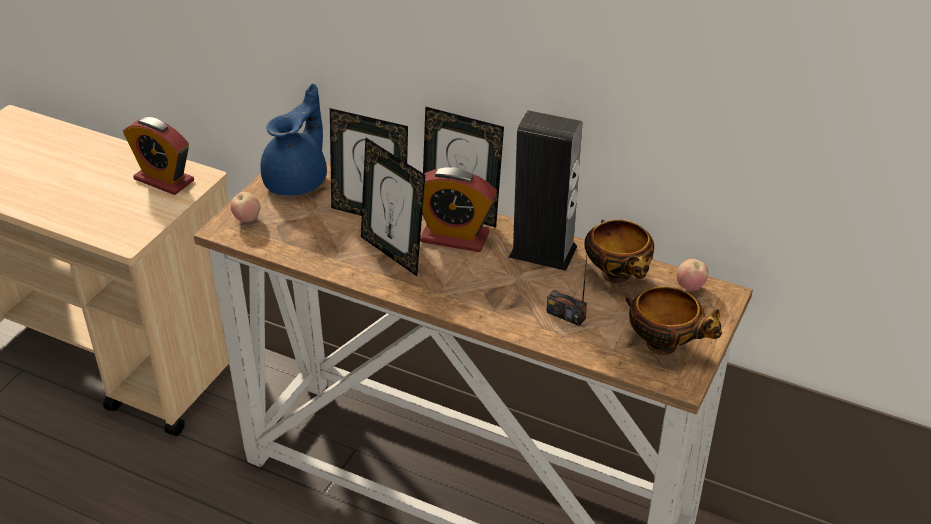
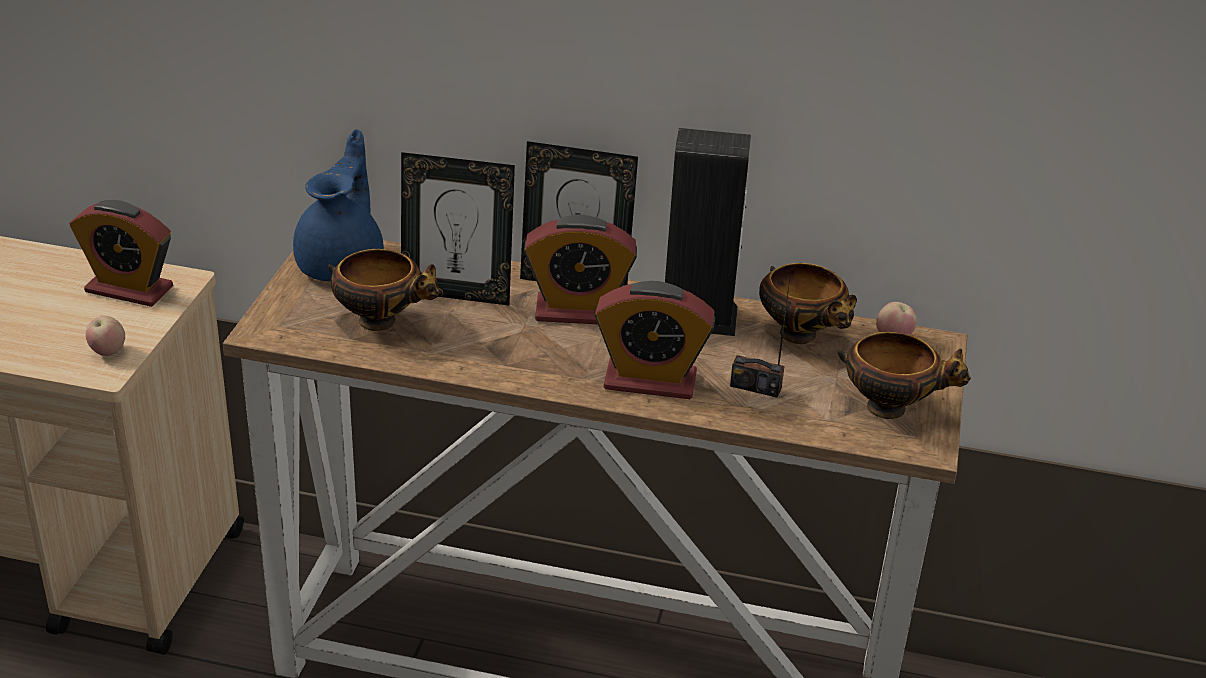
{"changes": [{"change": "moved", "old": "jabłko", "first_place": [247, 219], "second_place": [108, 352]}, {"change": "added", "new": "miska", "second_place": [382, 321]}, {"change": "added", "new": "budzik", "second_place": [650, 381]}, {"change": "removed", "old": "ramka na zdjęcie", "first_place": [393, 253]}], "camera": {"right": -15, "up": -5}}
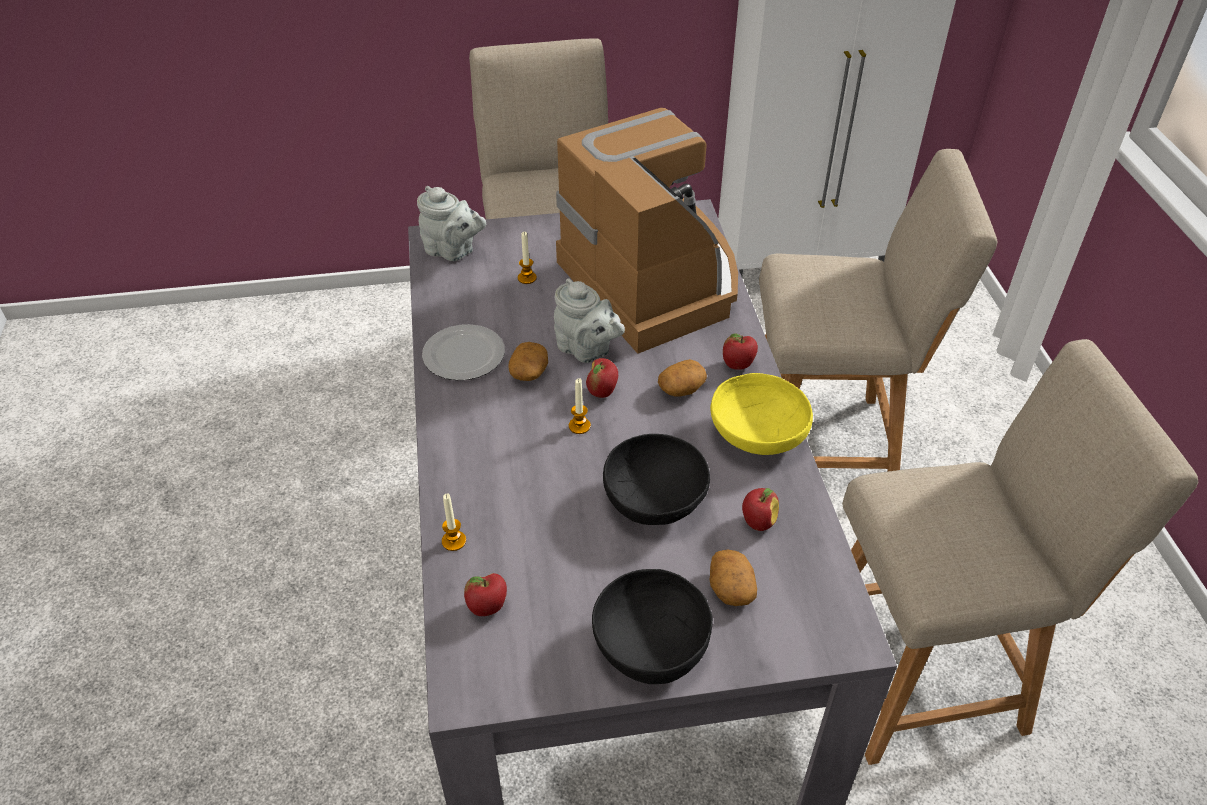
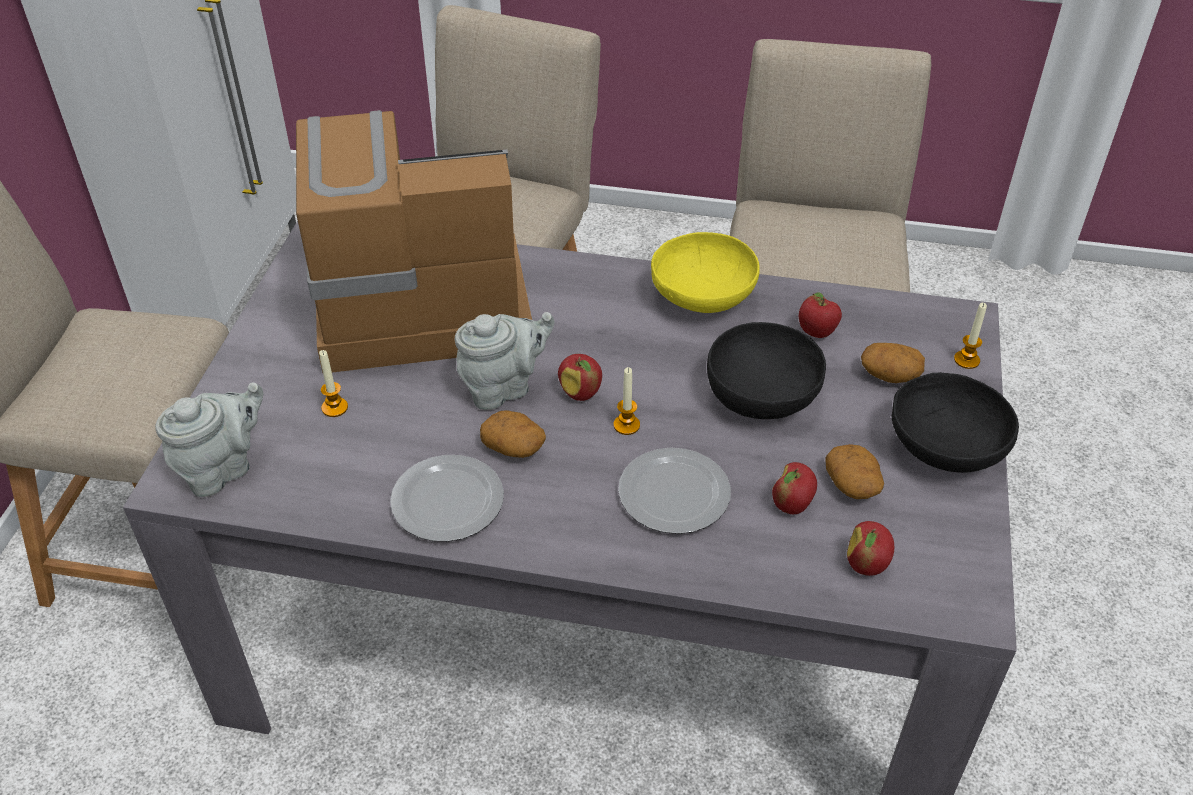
{"changes": [{"change": "added", "new": "talerz", "second_place": [673, 492]}, {"change": "moved", "old": "jabłko", "first_place": [738, 366], "second_place": [791, 505]}, {"change": "moved", "old": "ziemniak", "first_place": [681, 389], "second_place": [853, 484]}, {"change": "moved", "old": "świeca", "first_place": [454, 541], "second_place": [966, 360]}], "camera": {"right": -70, "up": 0}}
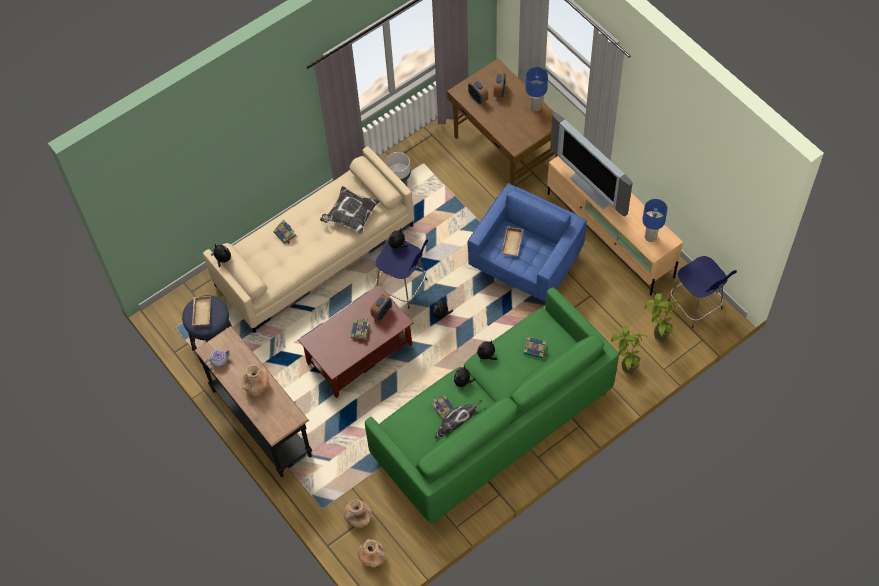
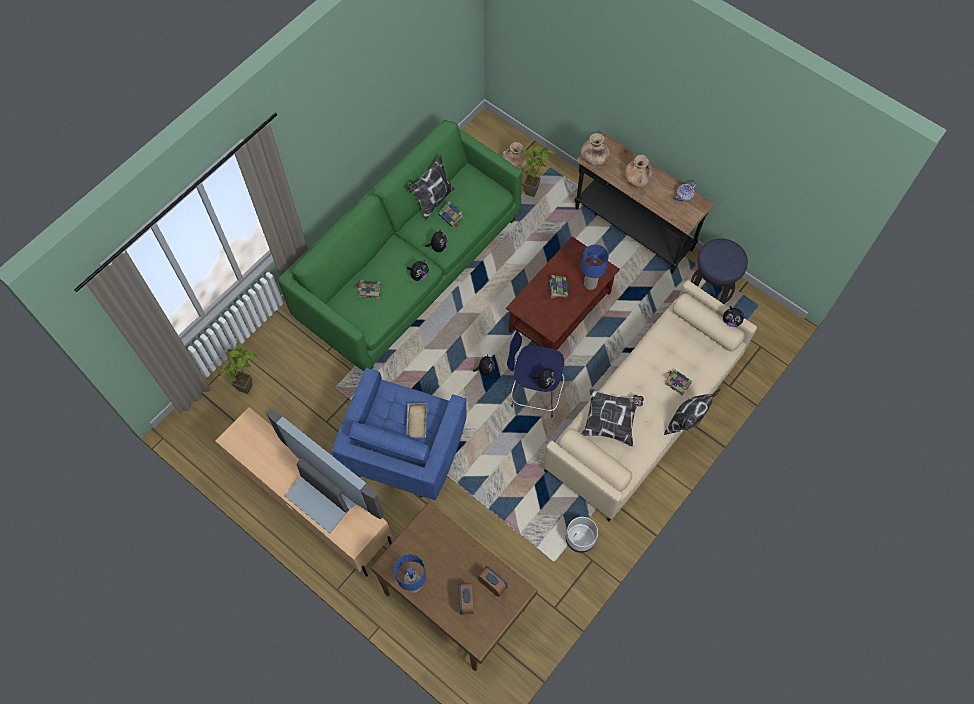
{"changes": [{"change": "moved", "old": "roślina doniczkowa", "first_place": [625, 372], "second_place": [534, 188]}, {"change": "moved", "old": "wazon [brązowy]", "first_place": [373, 557], "second_place": [594, 159]}, {"change": "moved", "old": "lampa stołowa [niebieski]", "first_place": [651, 237], "second_place": [590, 284]}, {"change": "added", "new": "poduszka", "second_place": [687, 421]}, {"change": "removed", "old": "taca [beżowy]", "first_place": [201, 312]}, {"change": "removed", "old": "budzik", "first_place": [382, 313]}, {"change": "removed", "old": "stołek [niebieski]", "first_place": [696, 306]}], "camera": {"right": 165, "up": 5}}
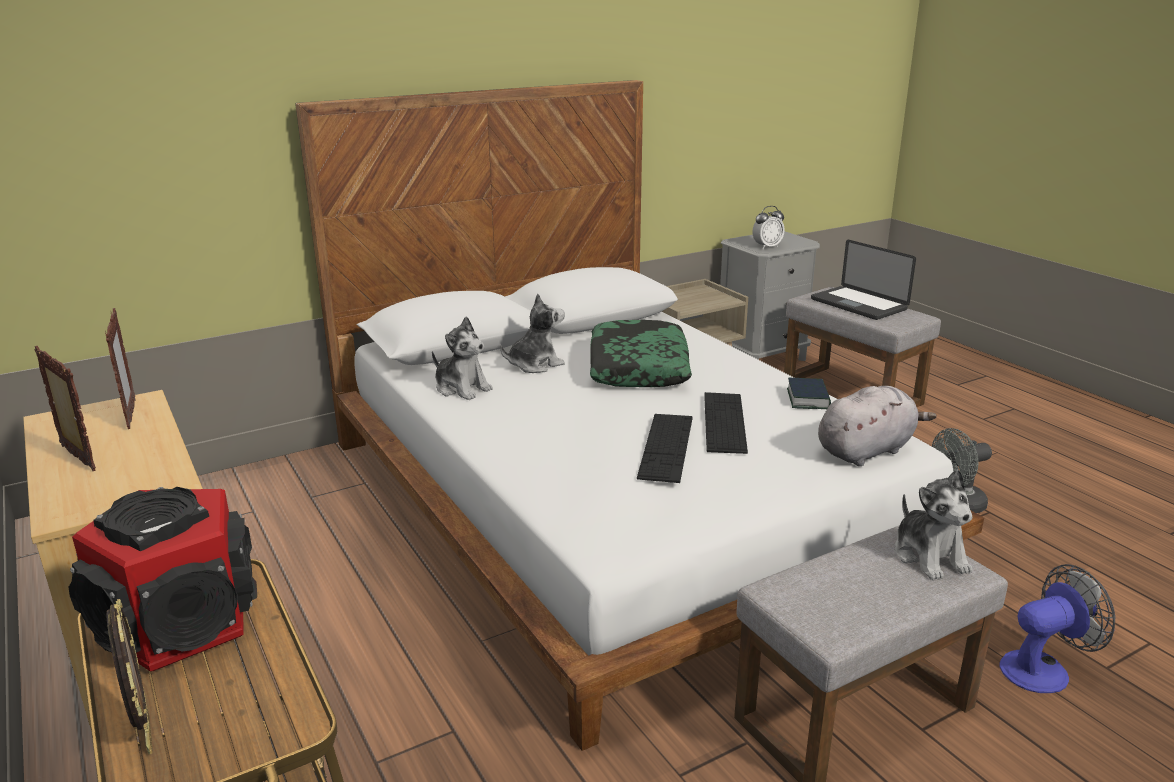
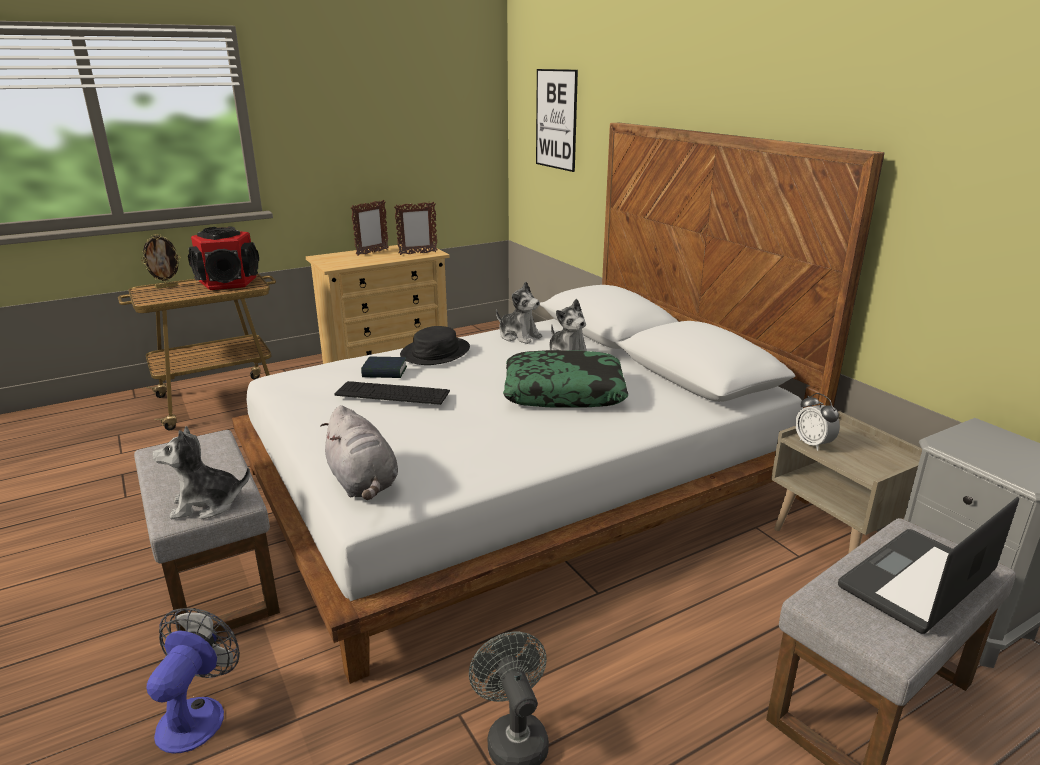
{"changes": [{"change": "turned", "old": "wentylator", "first_place": [1043, 668], "second_place": [197, 714], "degrees": -150}, {"change": "moved", "old": "książka", "first_place": [808, 399], "second_place": [384, 372]}, {"change": "added", "new": "kapelusz [czarny]", "second_place": [435, 352]}, {"change": "turned", "old": "pluszak", "first_place": [462, 388], "second_place": [519, 336], "degrees": -90}, {"change": "added", "new": "obraz", "second_place": [556, 119]}, {"change": "moved", "old": "budzik", "first_place": [767, 247], "second_place": [813, 444]}, {"change": "removed", "old": "klawiatura", "first_place": [724, 422]}], "camera": {"right": 90, "up": 0}}
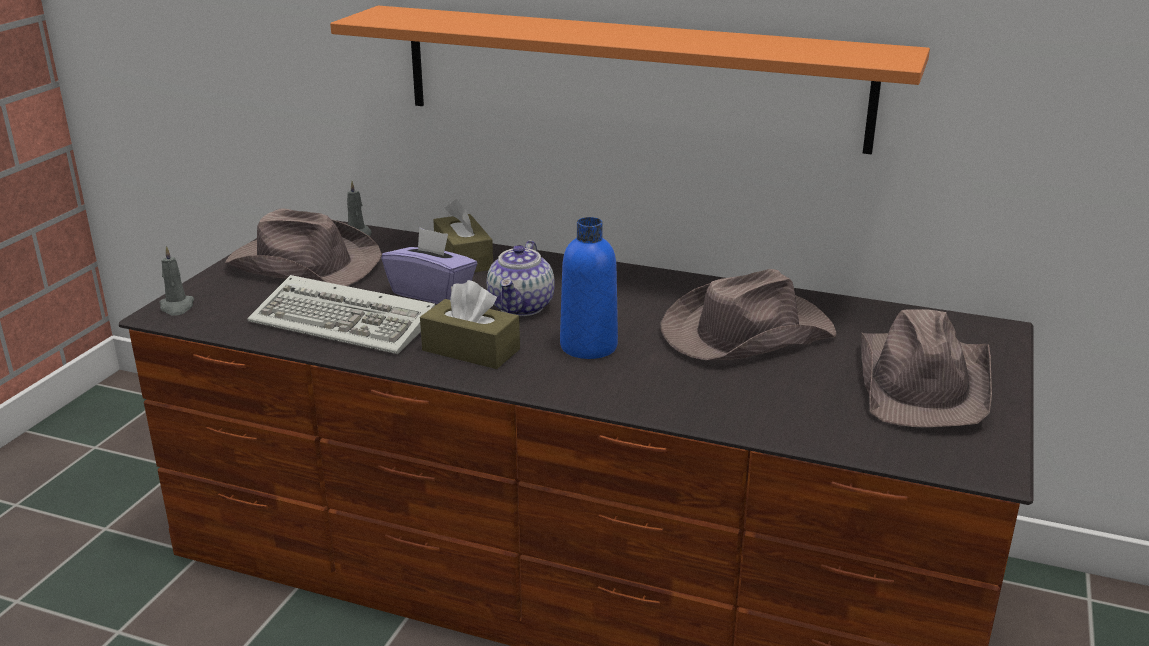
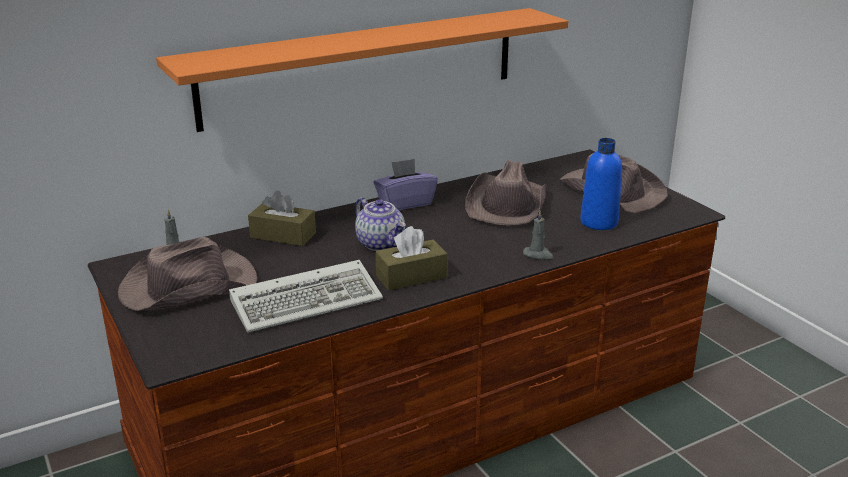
{"changes": [{"change": "moved", "old": "pudełko chusteczek [fioletowy]", "first_place": [432, 293], "second_place": [405, 203]}, {"change": "moved", "old": "świeca [szary]", "first_place": [177, 307], "second_place": [538, 254]}, {"change": "moved", "old": "butelka [niebieski]", "first_place": [588, 346], "second_place": [599, 222]}], "camera": {"right": -50, "up": 0}}
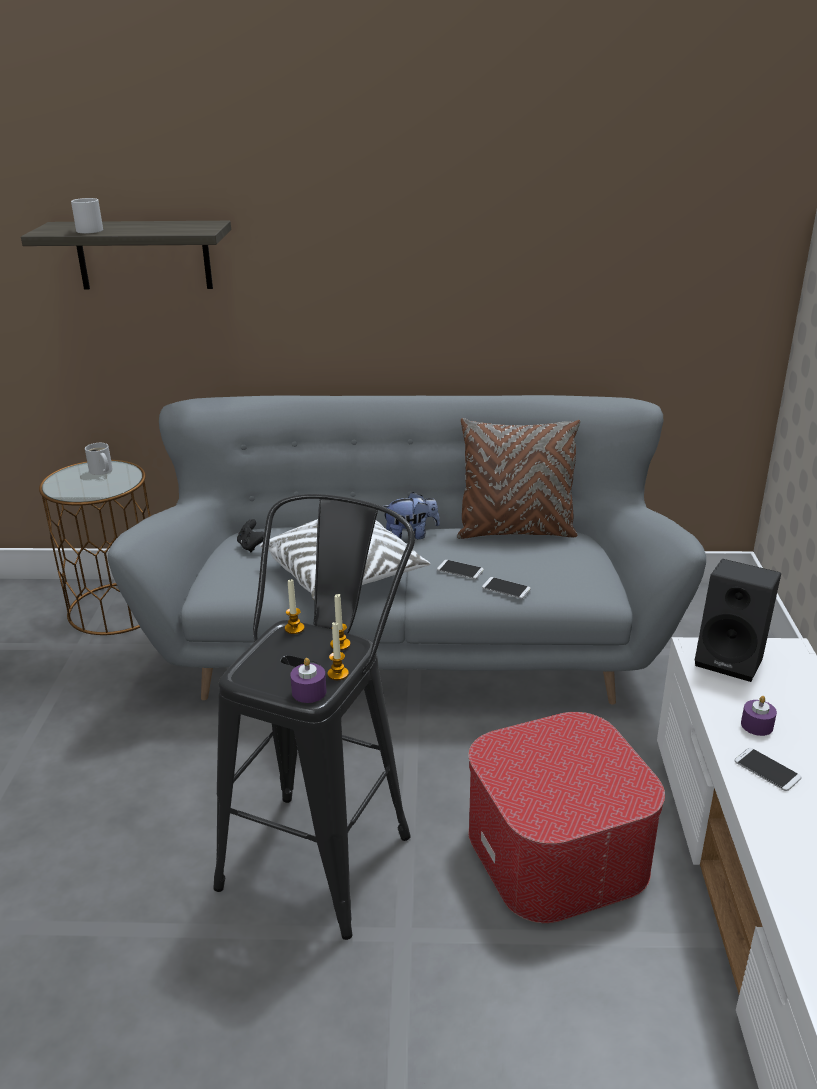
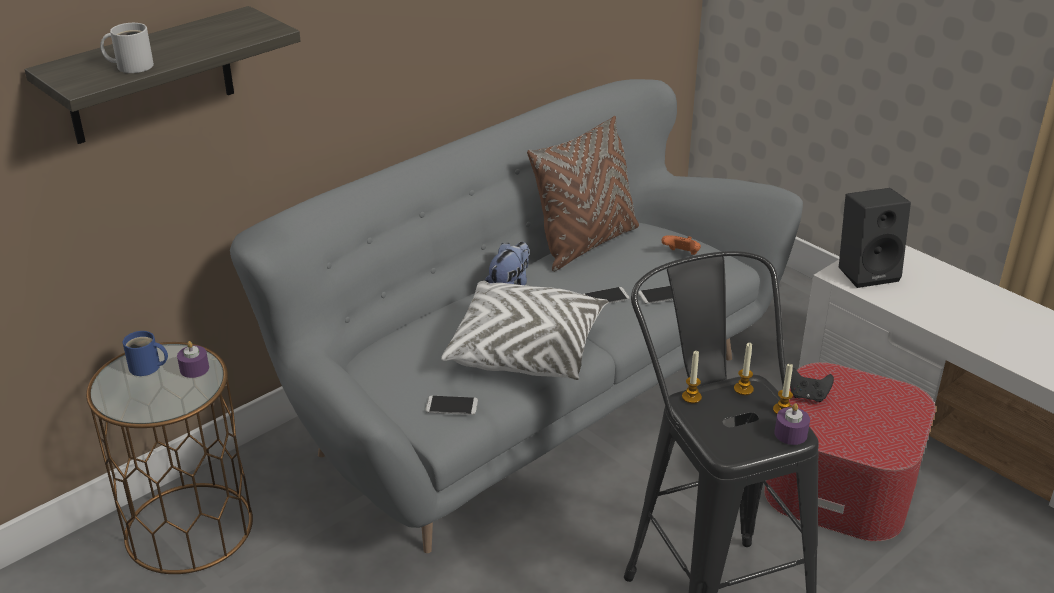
{"changes": [{"change": "recoloured", "old": "kubek [biały]", "new": "kubek [niebieski]", "first_place": [101, 471], "second_place": [147, 368]}, {"change": "moved", "old": "świeca [fioletowy]", "first_place": [757, 725], "second_place": [194, 369]}, {"change": "moved", "old": "telefon", "first_place": [767, 770], "second_place": [451, 406]}, {"change": "added", "new": "pad do gier [pomarańczowy]", "second_place": [681, 255]}, {"change": "moved", "old": "pad do gier [czarny]", "first_place": [251, 546], "second_place": [808, 396]}], "camera": {"right": -45, "up": 5}}
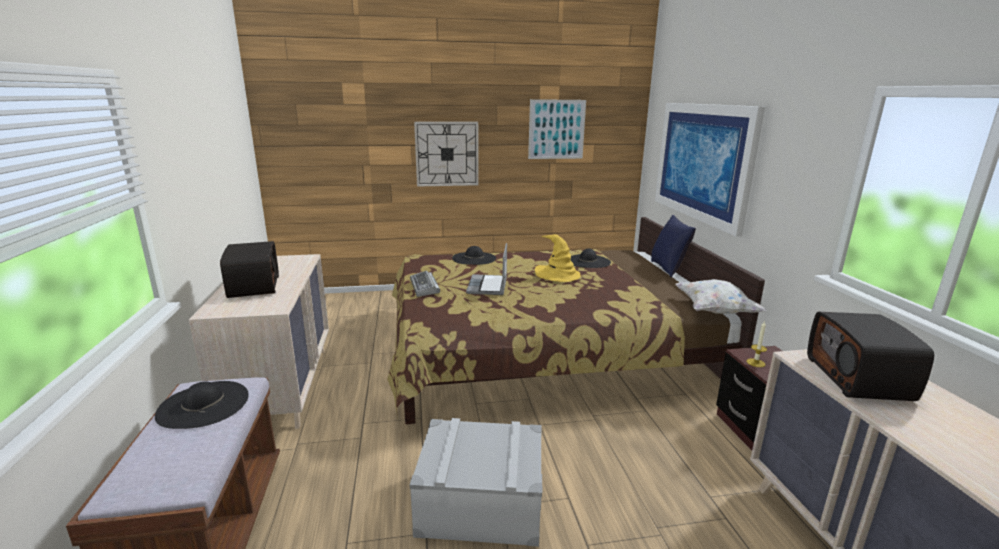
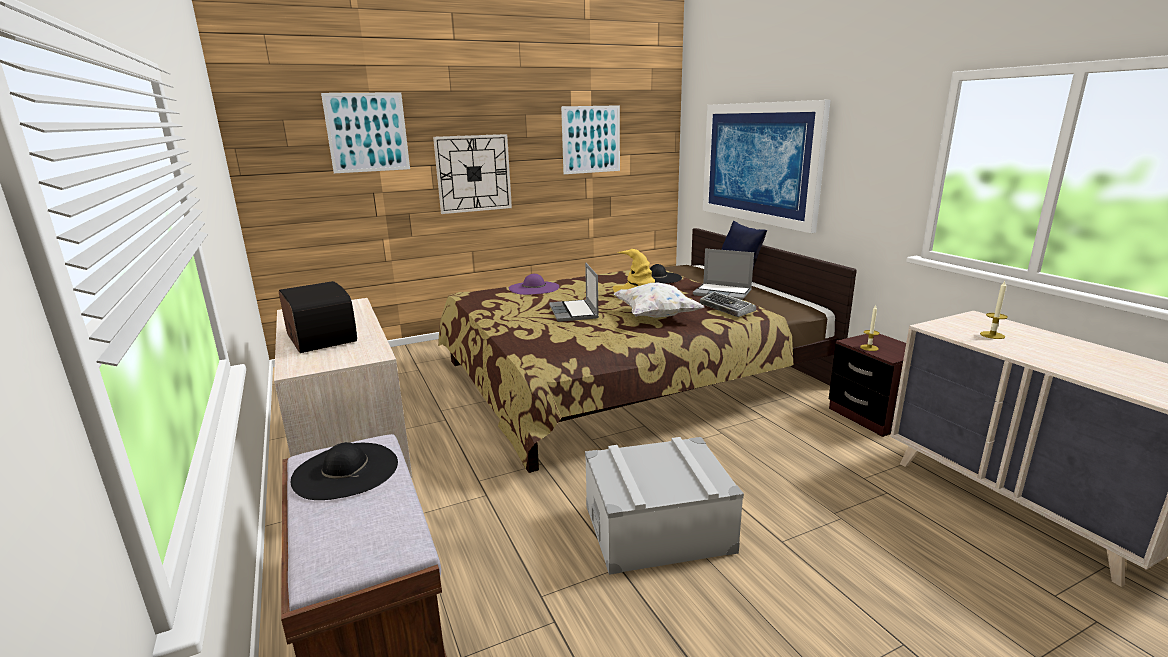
{"changes": [{"change": "added", "new": "obraz", "second_place": [367, 132]}, {"change": "recoloured", "old": "kapelusz [czarny]", "new": "kapelusz [fioletowy]", "first_place": [474, 258], "second_place": [534, 288]}, {"change": "moved", "old": "poduszka [biały]", "first_place": [714, 310], "second_place": [655, 316]}, {"change": "added", "new": "laptop", "second_place": [723, 293]}, {"change": "moved", "old": "klawiatura", "first_place": [424, 287], "second_place": [727, 308]}, {"change": "replaced", "old": "radio", "new": "świeca", "first_place": [859, 378], "second_place": [992, 335]}], "camera": {"right": -15, "up": 0}}
